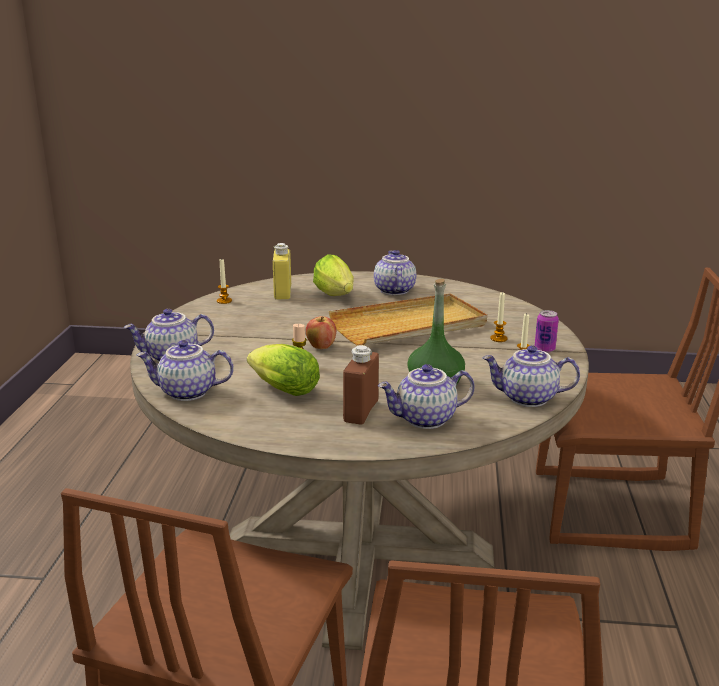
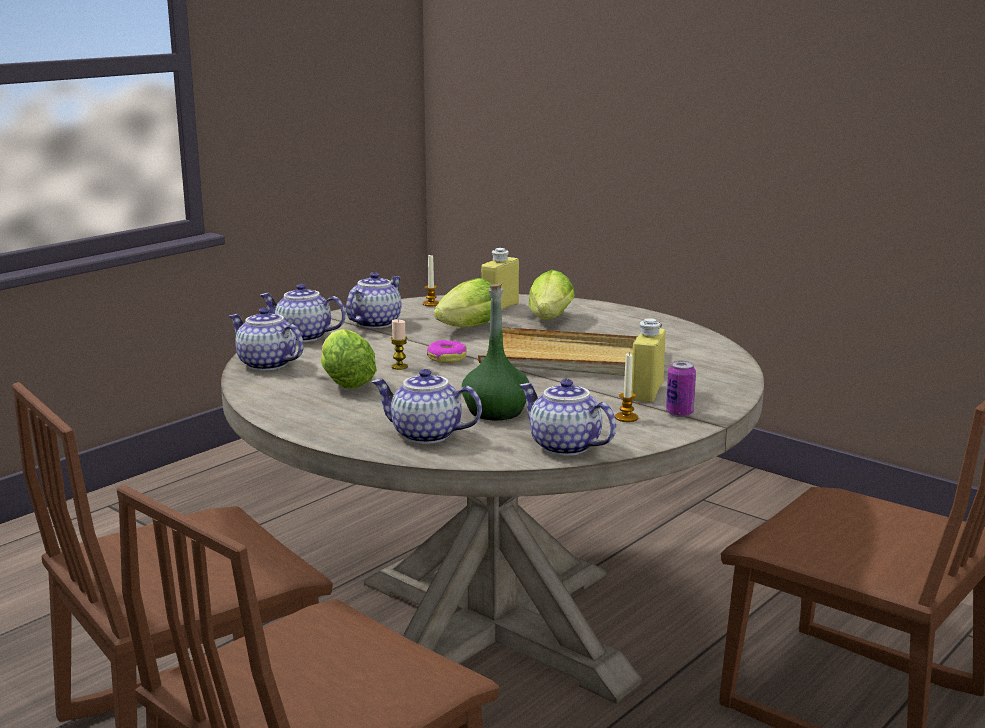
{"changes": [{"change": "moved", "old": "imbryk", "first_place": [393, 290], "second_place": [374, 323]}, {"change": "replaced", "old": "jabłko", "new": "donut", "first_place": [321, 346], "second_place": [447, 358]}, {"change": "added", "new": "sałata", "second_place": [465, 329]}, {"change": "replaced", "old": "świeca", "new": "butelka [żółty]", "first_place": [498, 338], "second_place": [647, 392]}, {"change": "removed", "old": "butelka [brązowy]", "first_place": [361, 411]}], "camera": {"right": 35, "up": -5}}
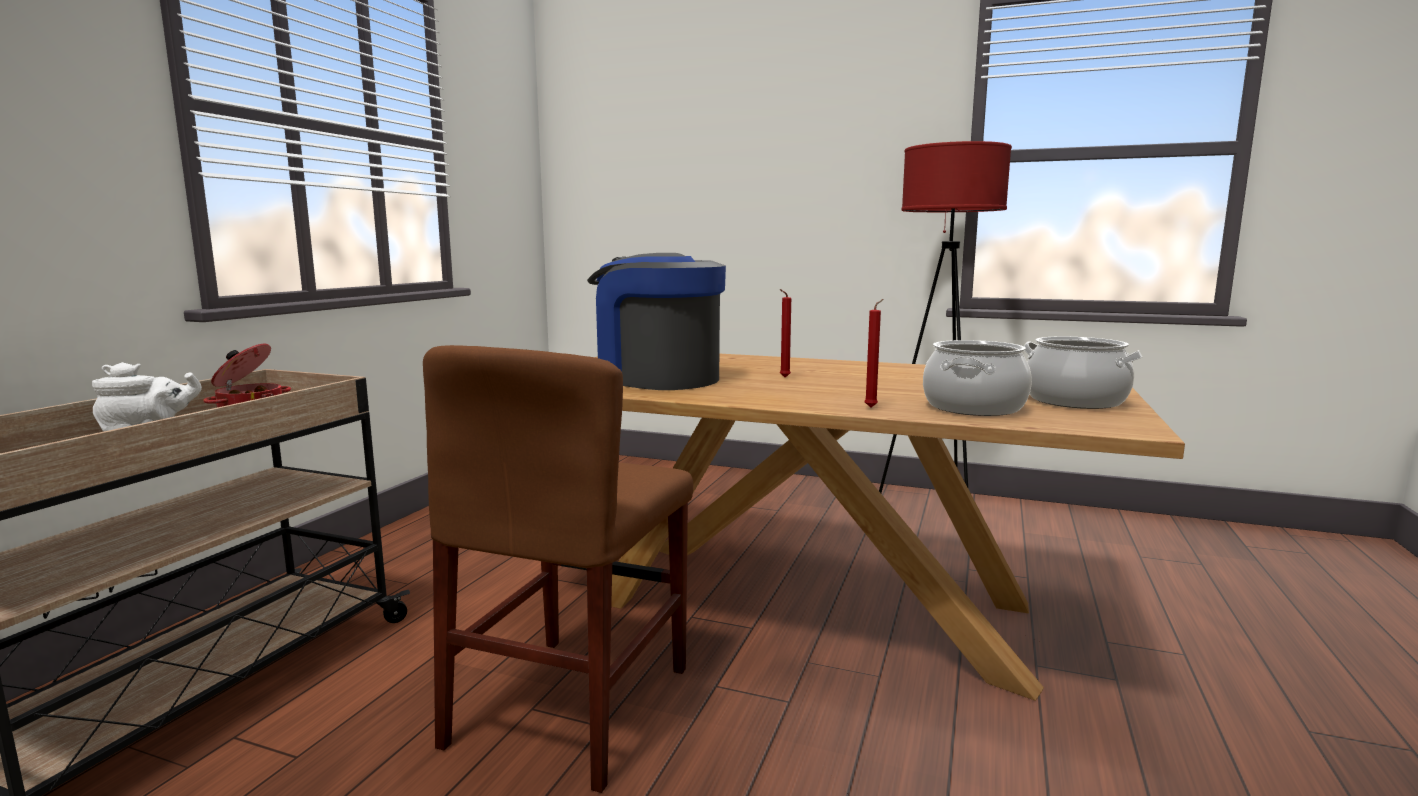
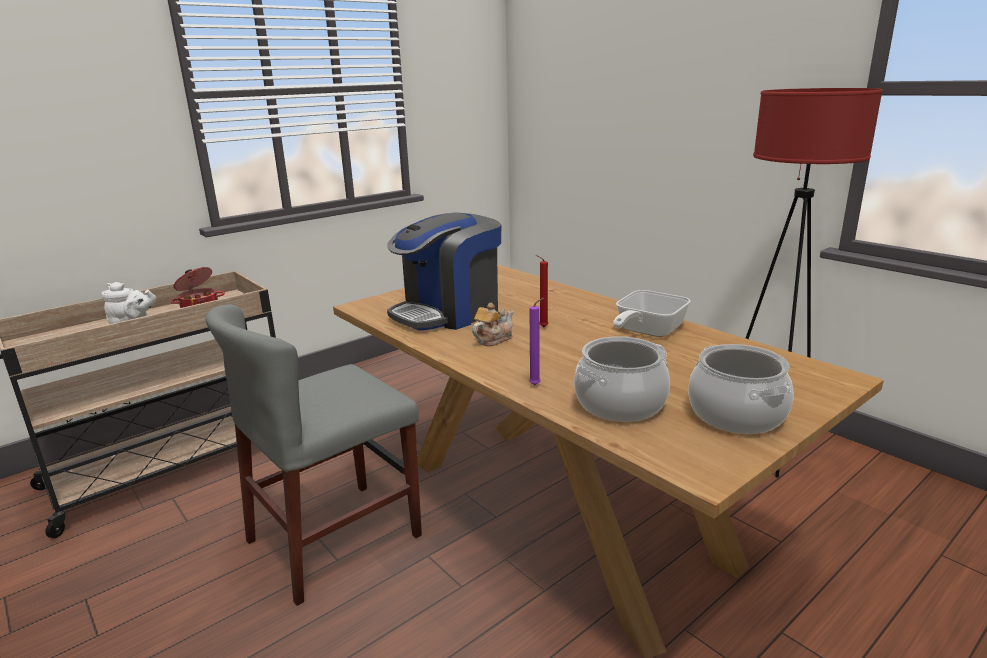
{"changes": [{"change": "recoloured", "old": "krzesło [brązowy]", "new": "krzesło [szary]", "first_place": [572, 705], "second_place": [334, 538]}, {"change": "turned", "old": "ekspres do kawy", "first_place": [655, 378], "second_place": [448, 313], "degrees": -105}, {"change": "added", "new": "imbryk", "second_place": [493, 339]}, {"change": "recoloured", "old": "świeca [czerwony]", "new": "świeca [fioletowy]", "first_place": [872, 407], "second_place": [536, 385]}, {"change": "added", "new": "patelnia", "second_place": [646, 331]}], "camera": {"right": 30, "up": 10}}
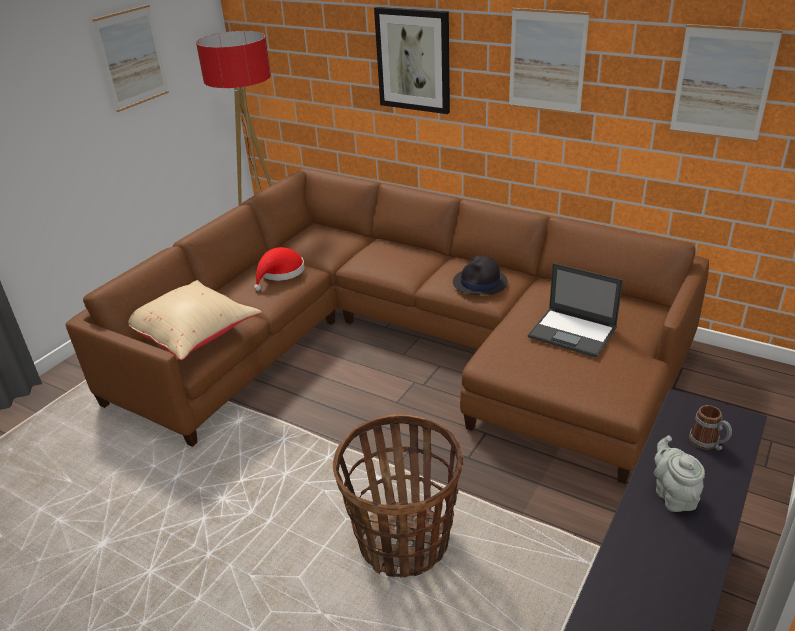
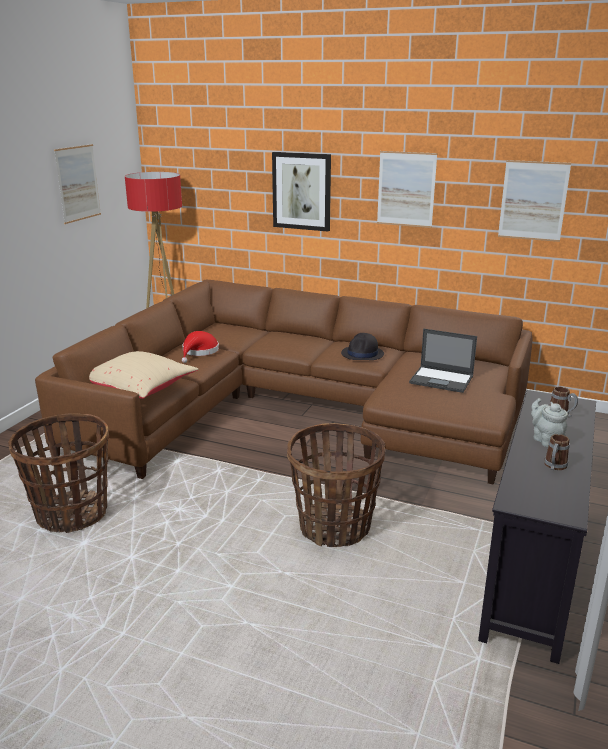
{"changes": [{"change": "added", "new": "koszyk", "second_place": [71, 514]}, {"change": "added", "new": "kubek", "second_place": [554, 467]}], "camera": {"right": -10, "up": -10}}
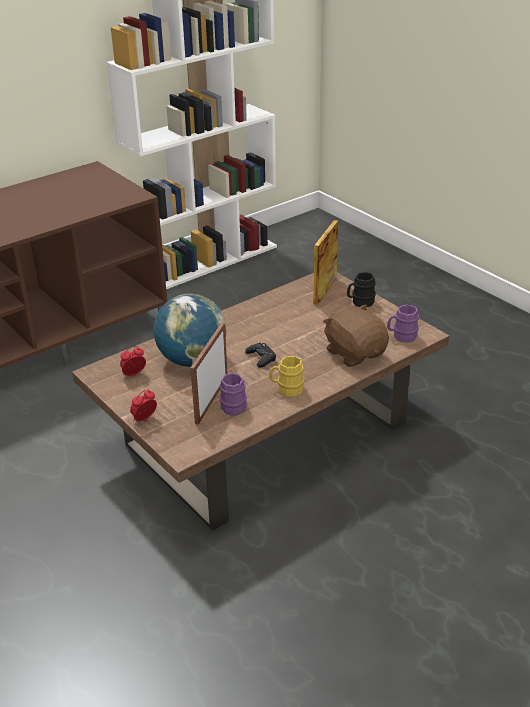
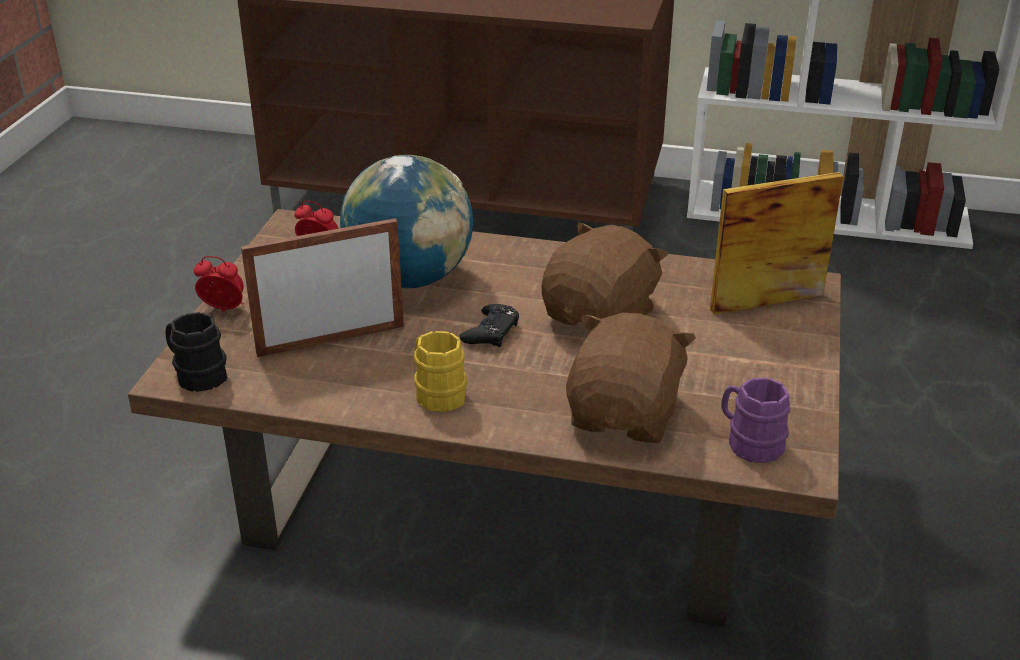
{"changes": [{"change": "moved", "old": "kubek [czarny]", "first_place": [360, 302], "second_place": [196, 375]}, {"change": "added", "new": "pluszak [brązowy]", "second_place": [601, 317]}, {"change": "removed", "old": "kubek [fioletowy]", "first_place": [235, 405]}], "camera": {"right": 50, "up": 0}}
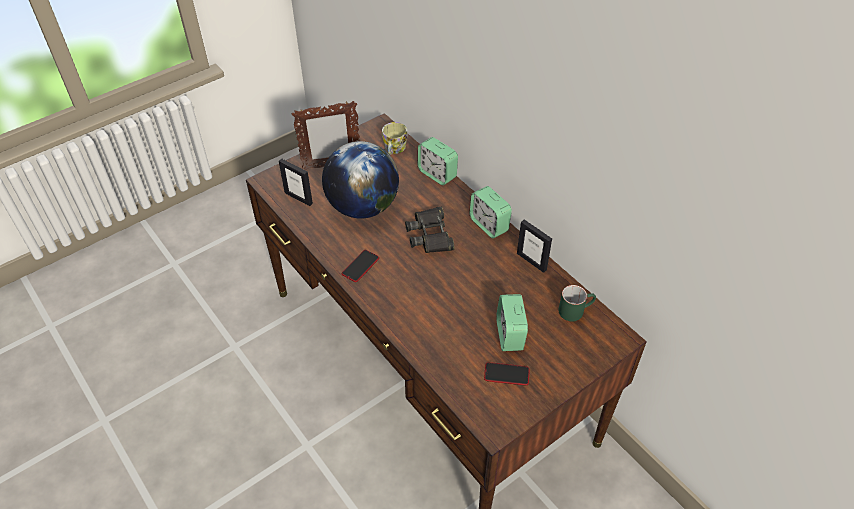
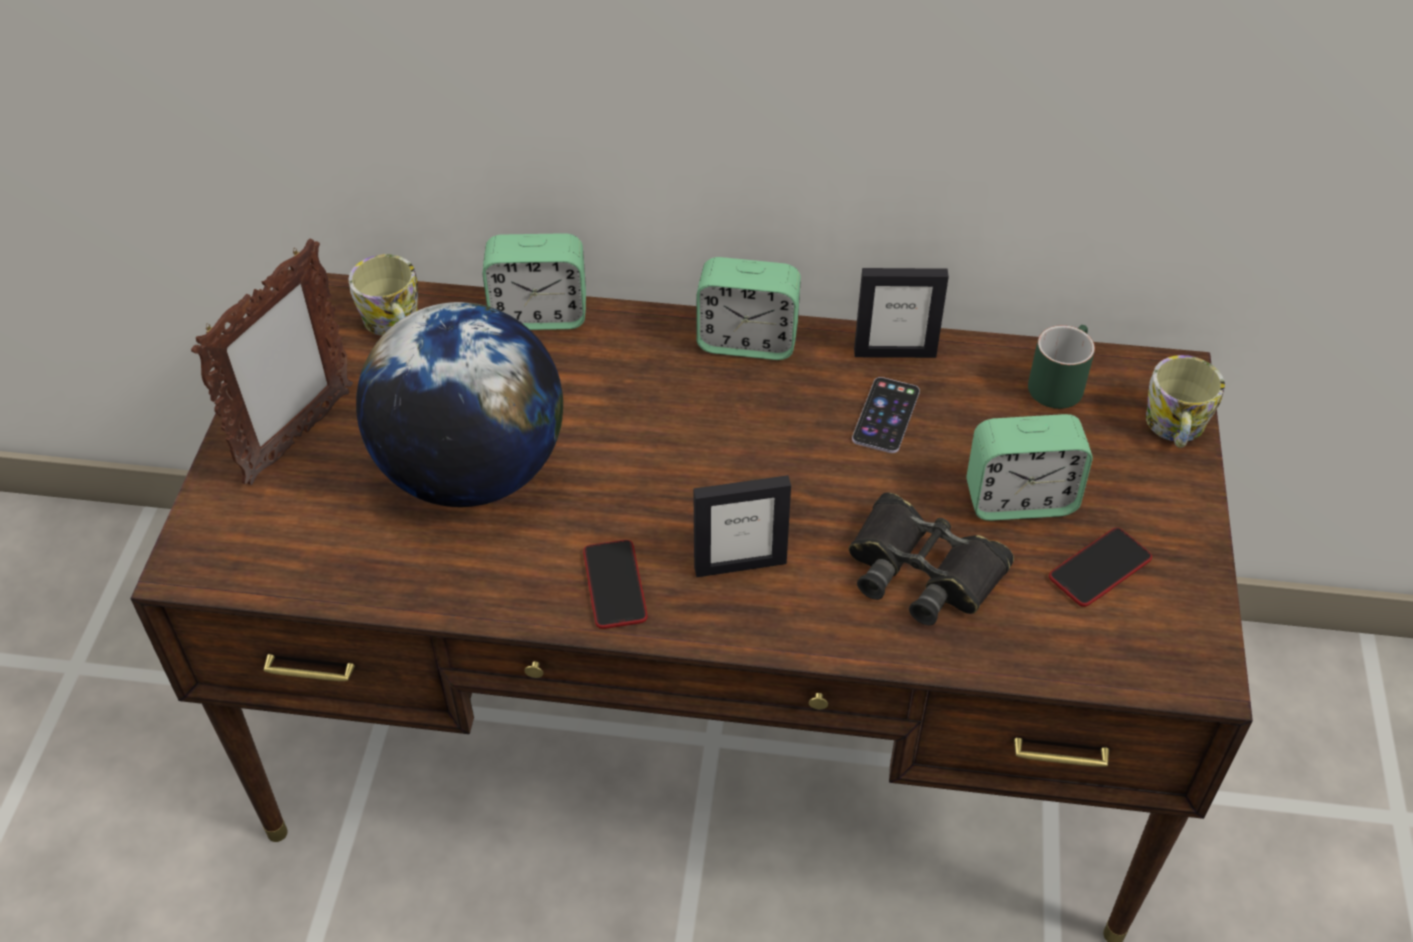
{"changes": [{"change": "moved", "old": "ramka na zdjęcie", "first_place": [298, 198], "second_place": [740, 564]}, {"change": "moved", "old": "lornetka [czarny]", "first_place": [430, 235], "second_place": [922, 570]}, {"change": "added", "new": "telefon", "second_place": [886, 415]}, {"change": "turned", "old": "budzik", "first_place": [509, 335], "second_place": [1020, 500], "degrees": -45}, {"change": "added", "new": "kubek", "second_place": [1175, 428]}], "camera": {"right": -45, "up": 0}}
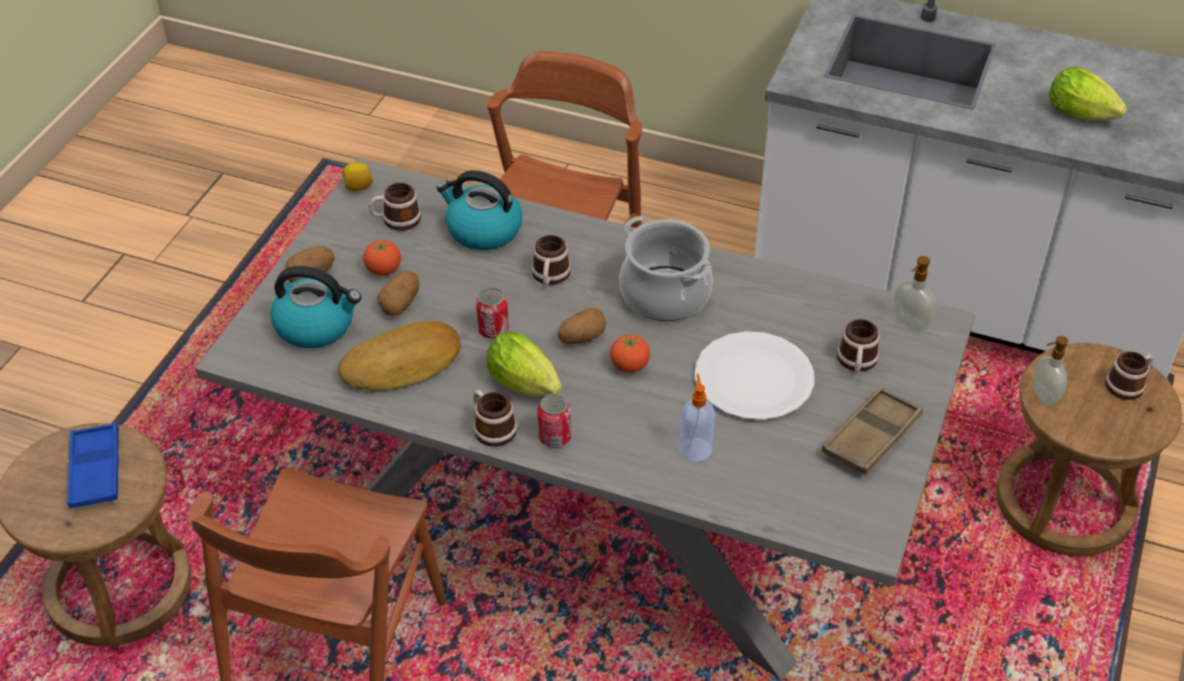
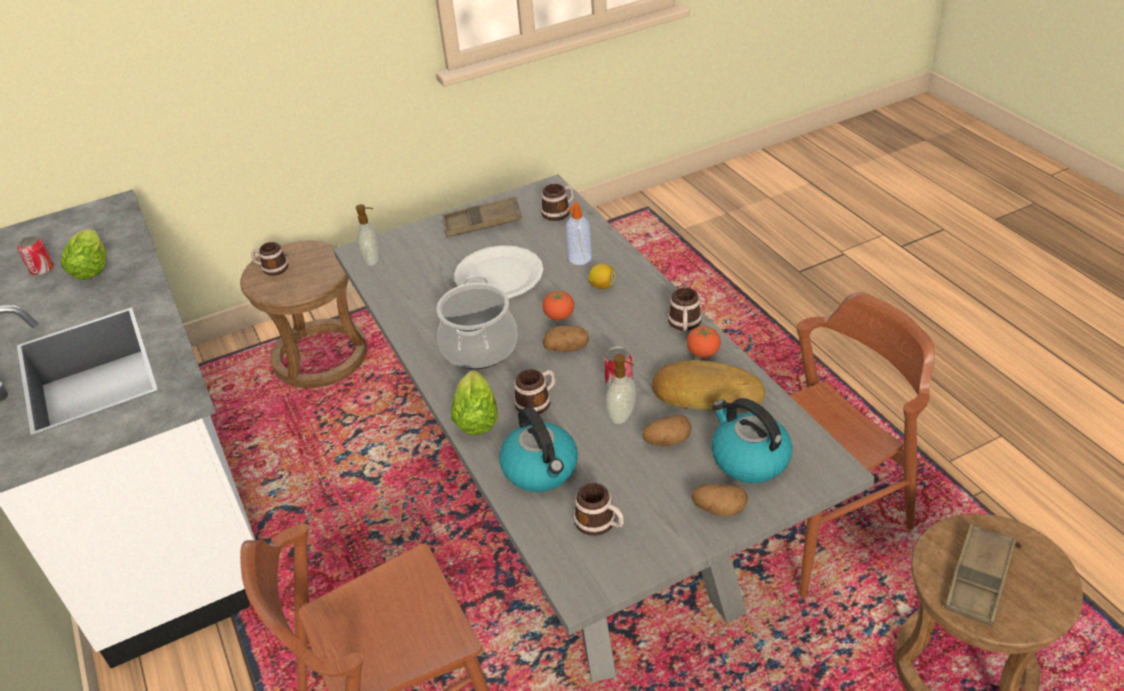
{"changes": [{"change": "moved", "old": "puszka", "first_place": [554, 437], "second_place": [42, 270]}, {"change": "moved", "old": "sałata", "first_place": [527, 386], "second_place": [476, 416]}, {"change": "moved", "old": "kubek", "first_place": [856, 363], "second_place": [559, 212]}, {"change": "moved", "old": "cytryna", "first_place": [358, 187], "second_place": [602, 286]}, {"change": "moved", "old": "dozownik mydła", "first_place": [1043, 396], "second_place": [623, 416]}, {"change": "moved", "old": "pomidor", "first_place": [383, 270], "second_place": [703, 353]}, {"change": "recoloured", "old": "taca [niebieski]", "new": "taca [brązowy]", "first_place": [95, 471], "second_place": [978, 579]}], "camera": {"right": -135, "up": -5}}
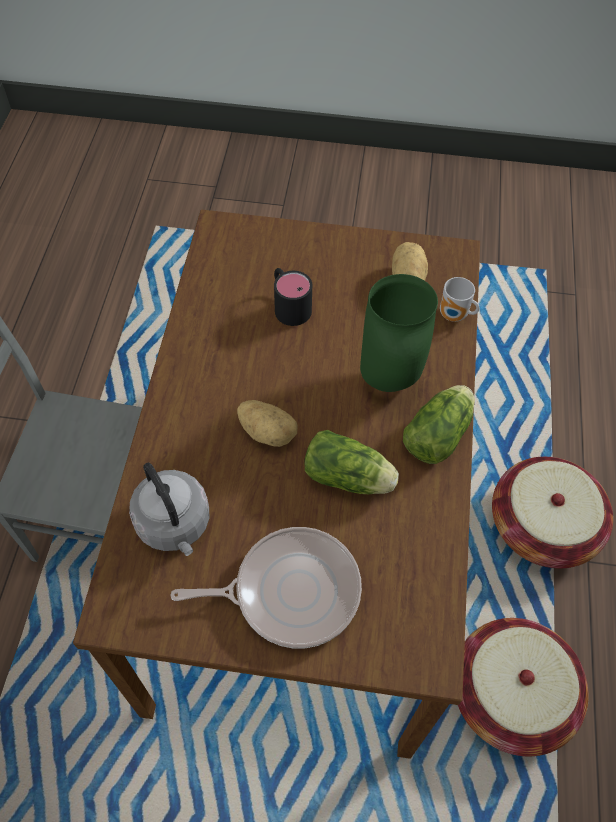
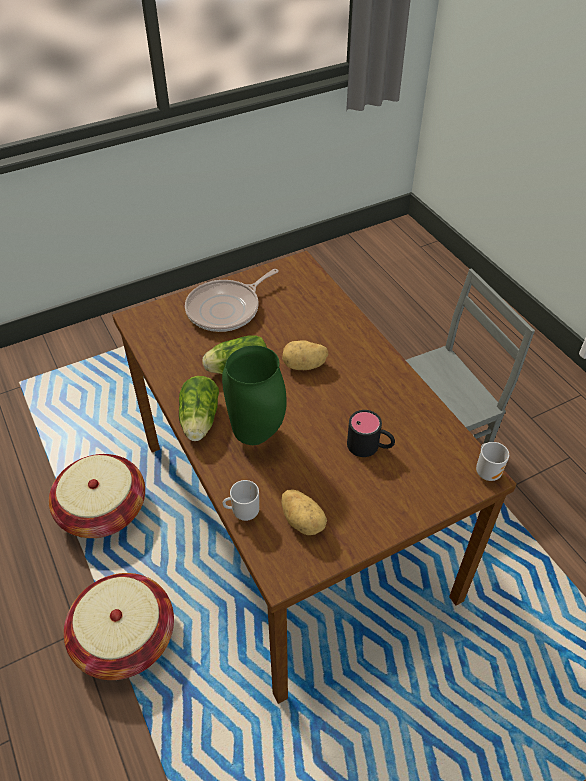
{"changes": [{"change": "added", "new": "kubek", "second_place": [487, 472]}, {"change": "removed", "old": "czajnik [szary]", "first_place": [175, 525]}], "camera": {"right": 145, "up": -10}}
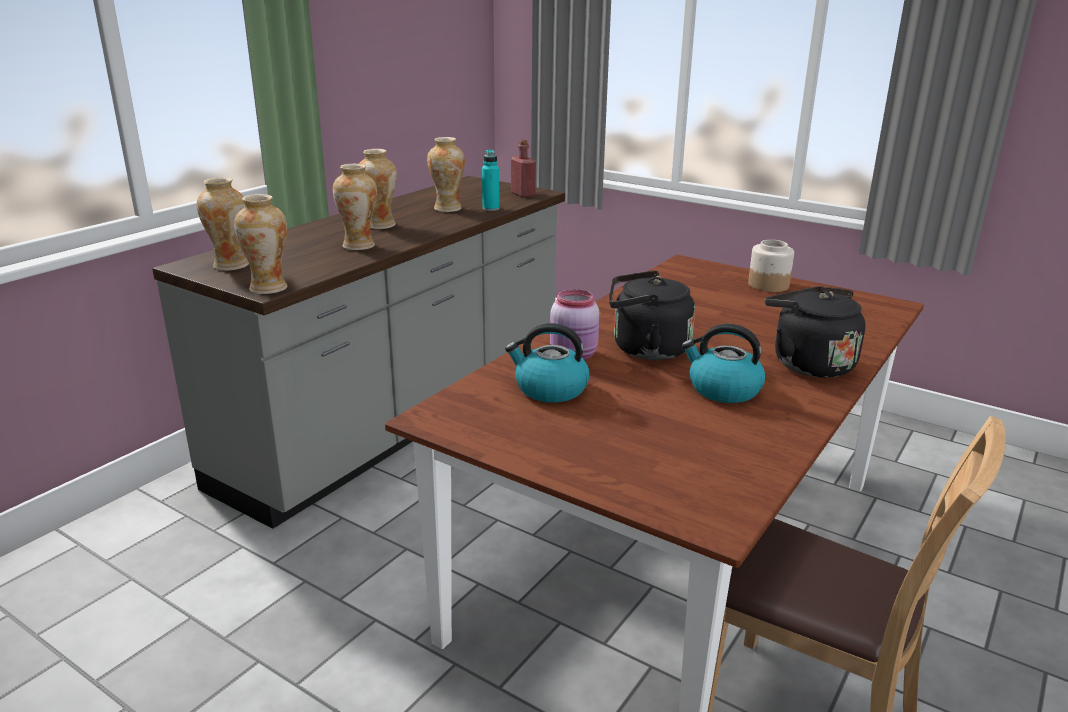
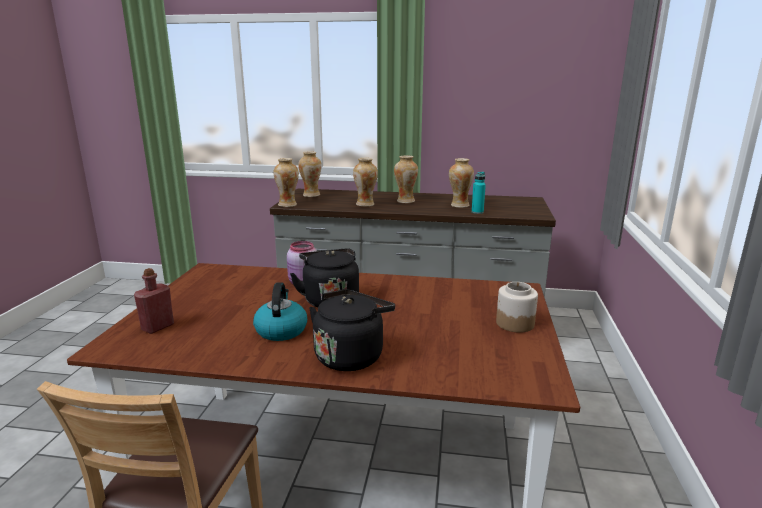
{"changes": [{"change": "moved", "old": "butelka [czerwony]", "first_place": [523, 194], "second_place": [157, 327]}, {"change": "removed", "old": "czajnik", "first_place": [550, 389]}], "camera": {"right": 65, "up": -5}}
